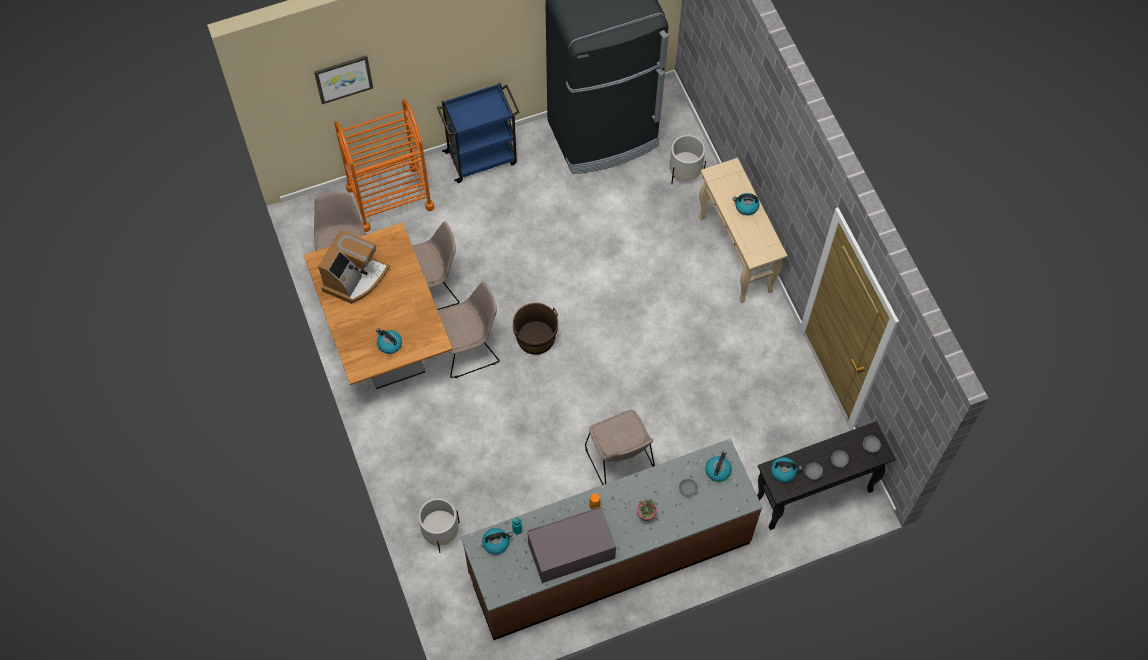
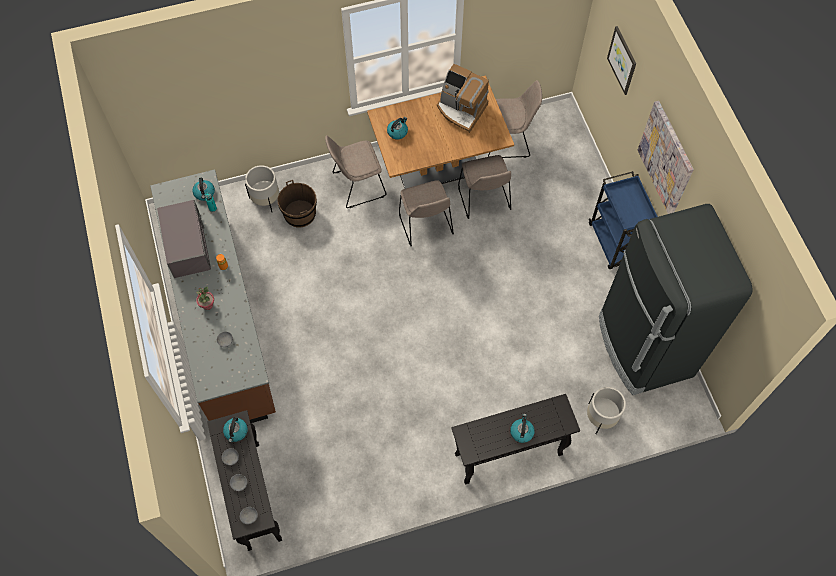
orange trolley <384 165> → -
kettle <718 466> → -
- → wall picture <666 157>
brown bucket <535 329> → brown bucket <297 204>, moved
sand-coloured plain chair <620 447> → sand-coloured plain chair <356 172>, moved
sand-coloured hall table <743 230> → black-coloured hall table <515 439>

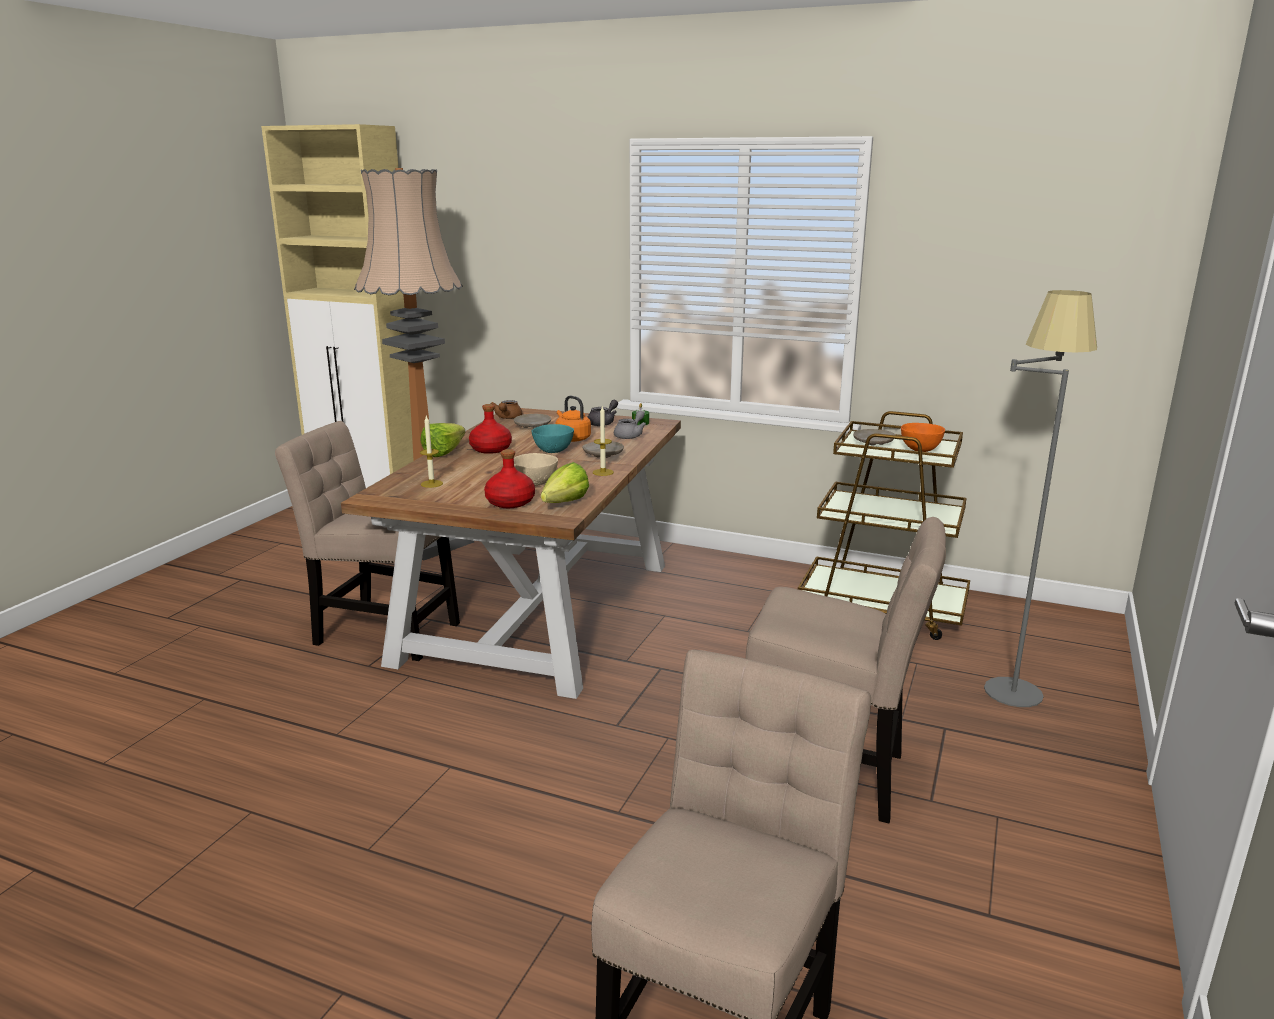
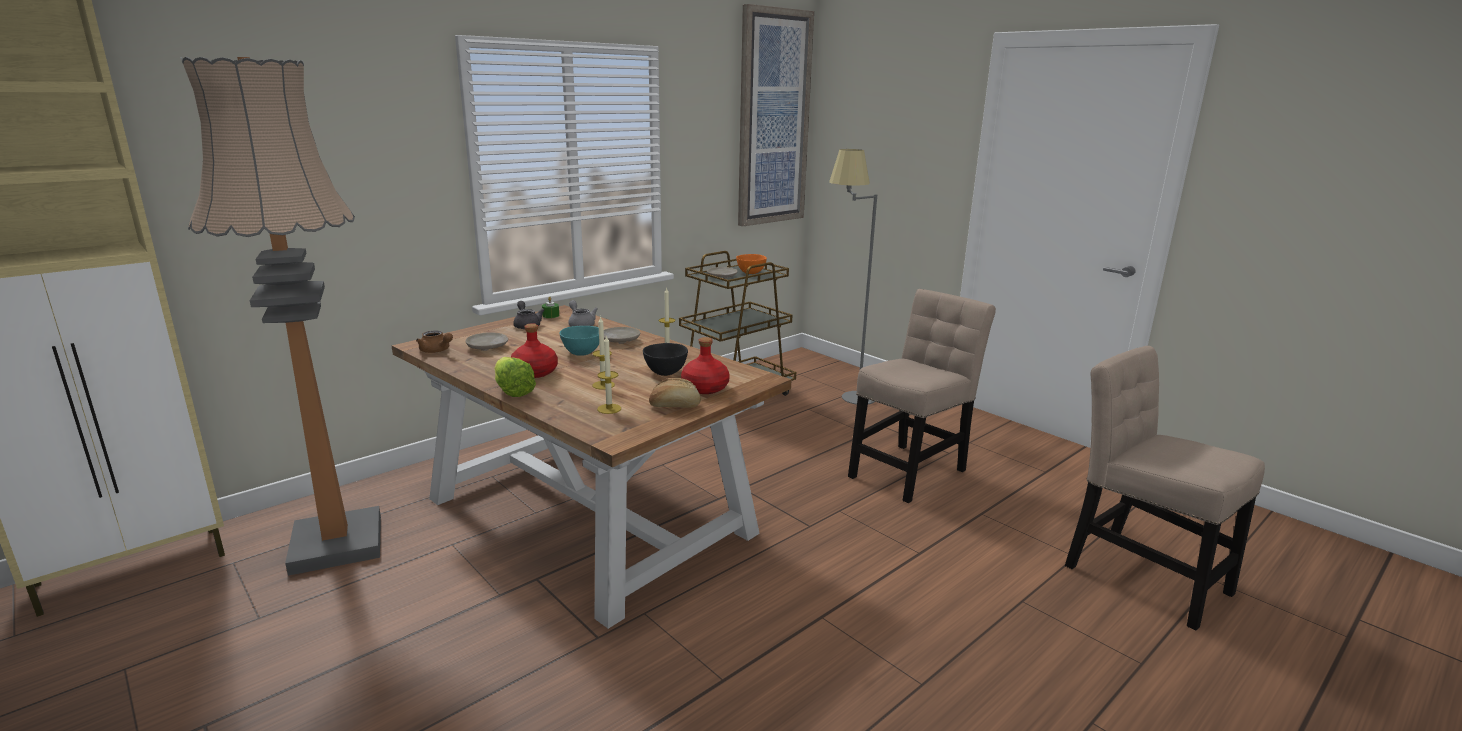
sand-coloured plain chair <367 541> → -
lettuce <565 482> → -
orange kettle <573 419> → -
- → wax light <603 353>
- → bakery bread <675 393>
- → wall picture <776 115>
sand-coloured deep dish <536 469> → black-coloured deep dish <665 359>

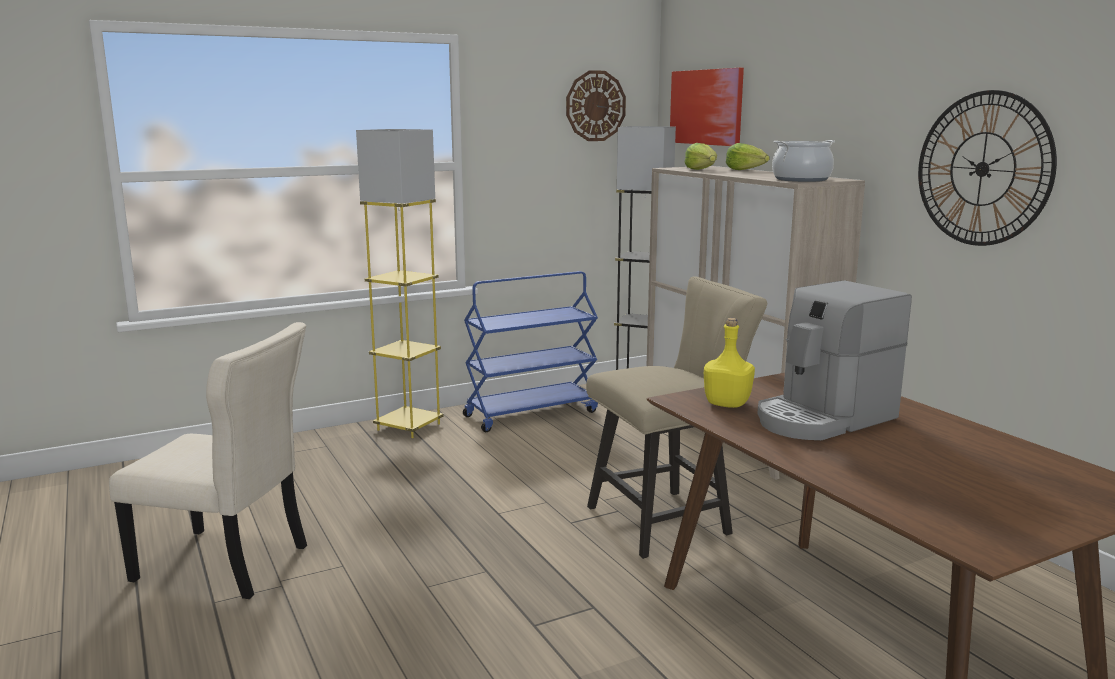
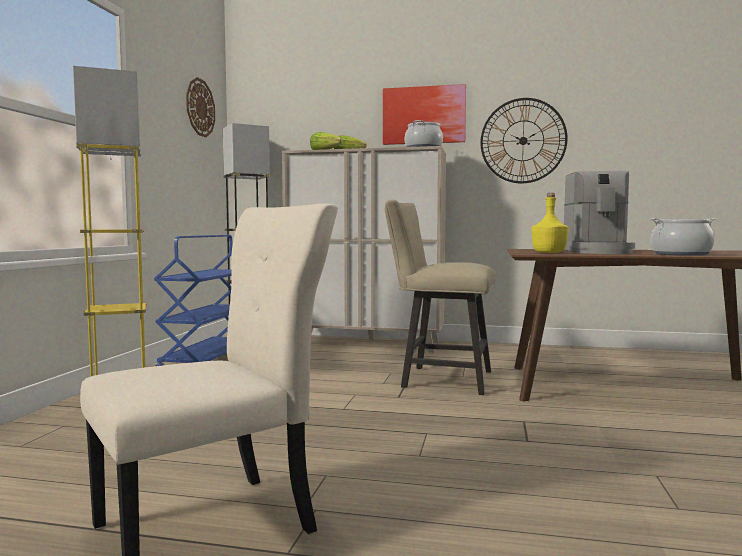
- → stockpot <683 237>
wall picture <707 107> → wall picture <424 114>, moved
sand-coloured plain chair <676 417> → sand-coloured plain chair <440 297>, 90 degrees counterclockwise

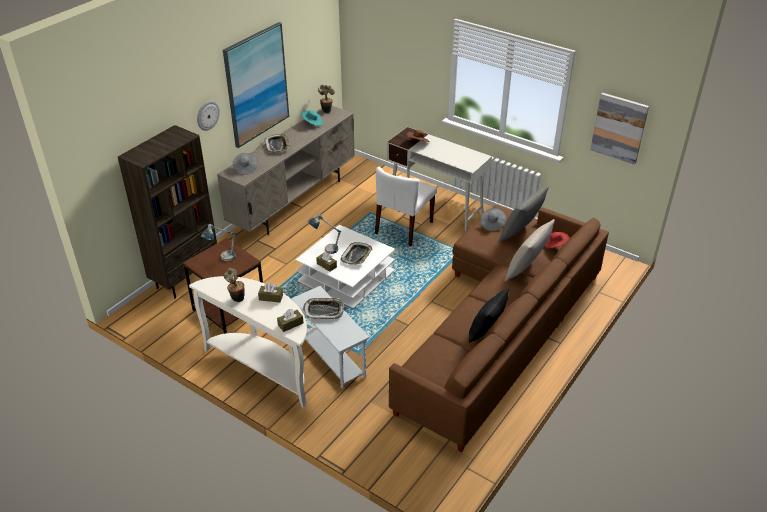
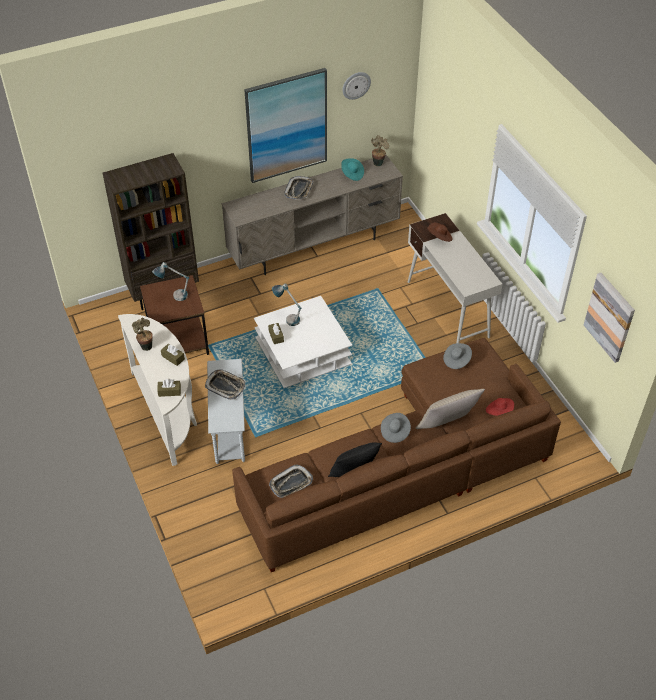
whitish plain chair <406 206> → -
grey cushion <523 214> → -
wall clock <208 116> → wall clock <357 86>, moved
grey hat <245 164> → grey hat <396 428>, moved
tray <356 253> → tray <291 481>, moved

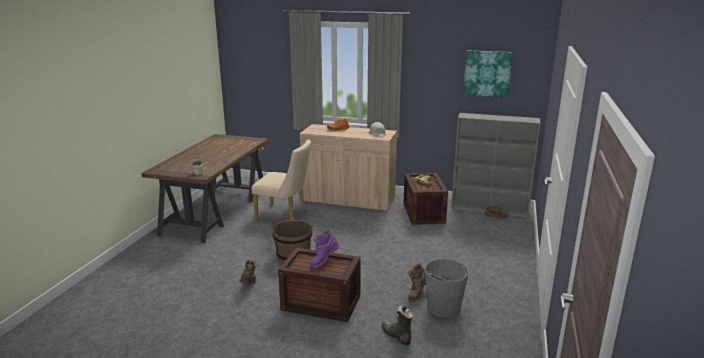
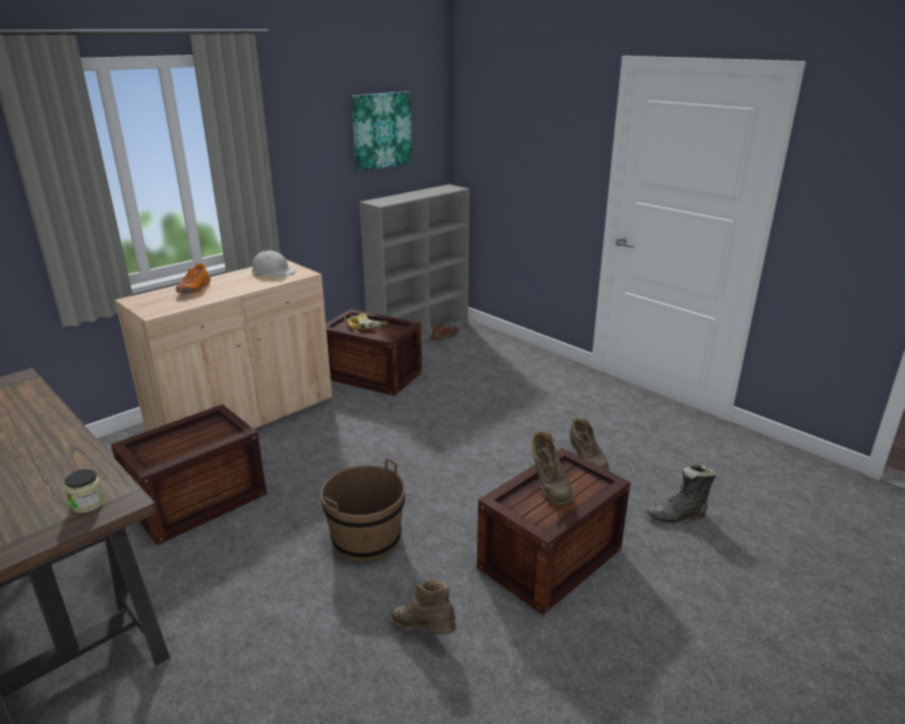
grey bucket <447 288> → -
sand-coloured plain chair <281 179> → shipping crate <189 474>
purplish tall boot <325 249> → brown tall boot <552 468>

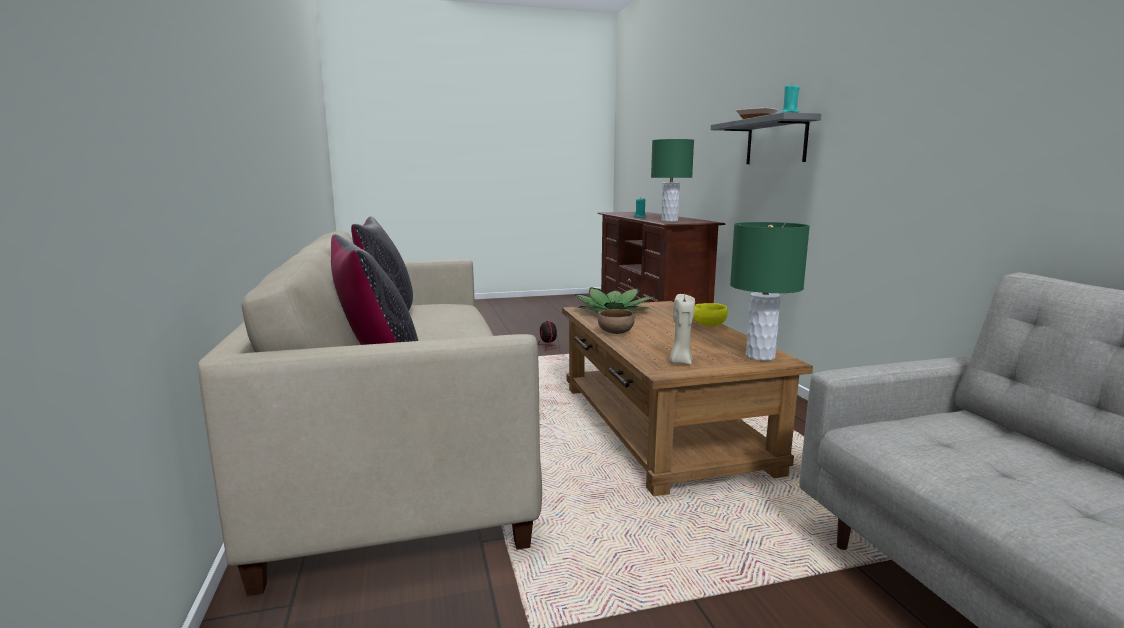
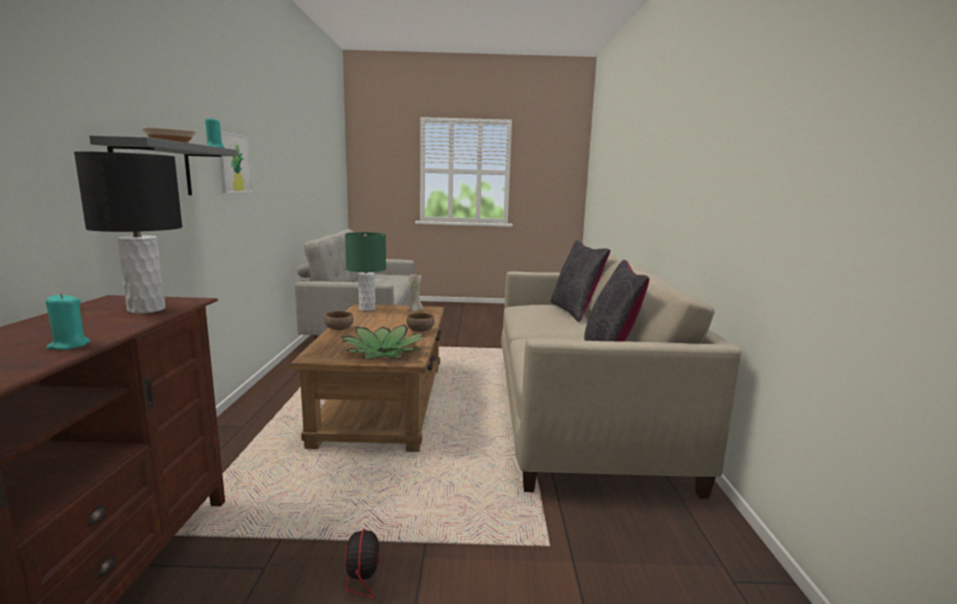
- → wall picture <236 162>
green tabletop lamp <672 180> → black-coloured tabletop lamp <128 232>
yellow deep dish <710 314> → brown deep dish <339 320>

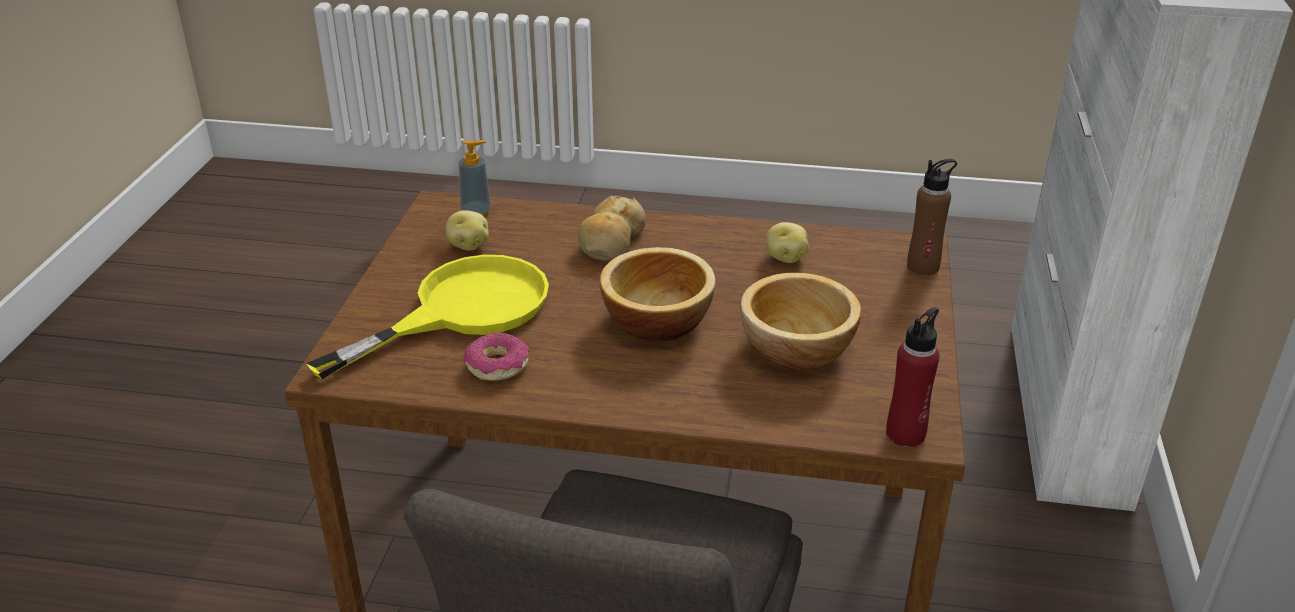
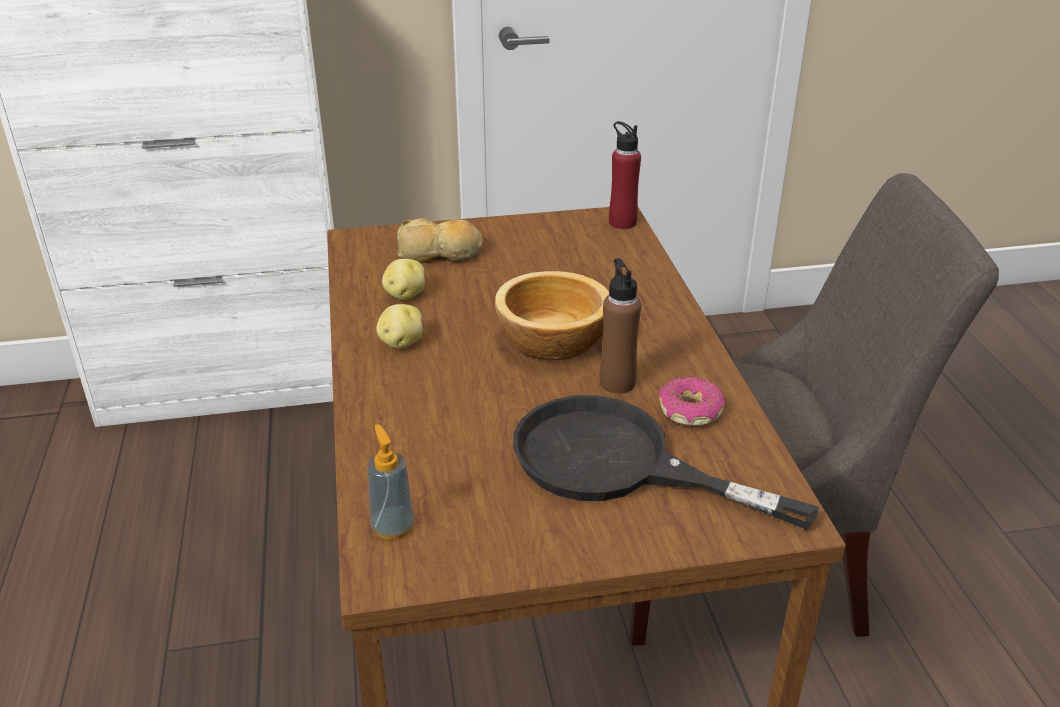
deep dish <800 322> → -
spud <467 230> → spud <399 326>, moved
bakery bread <612 228> → bakery bread <440 240>, moved
brown beverage bottle <932 217> → brown beverage bottle <620 326>, moved
yellow skillet <427 317> → black-coloured skillet <666 462>

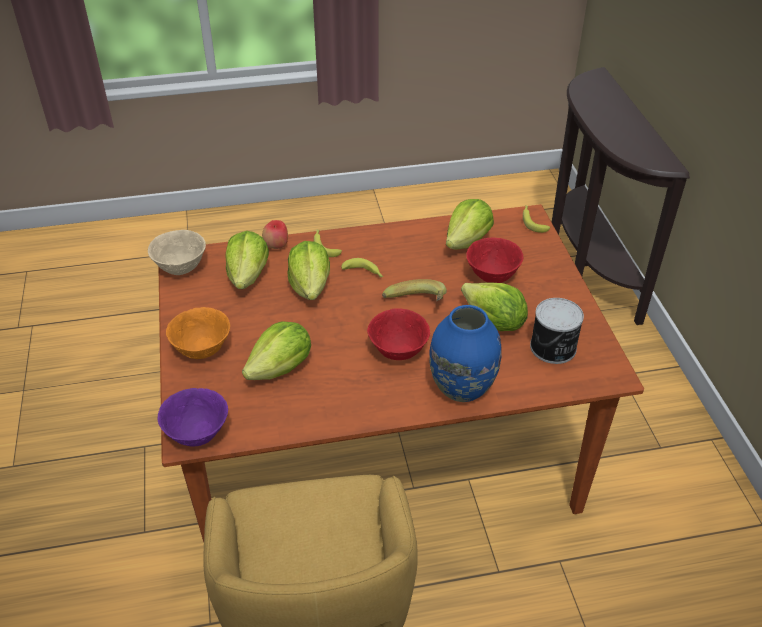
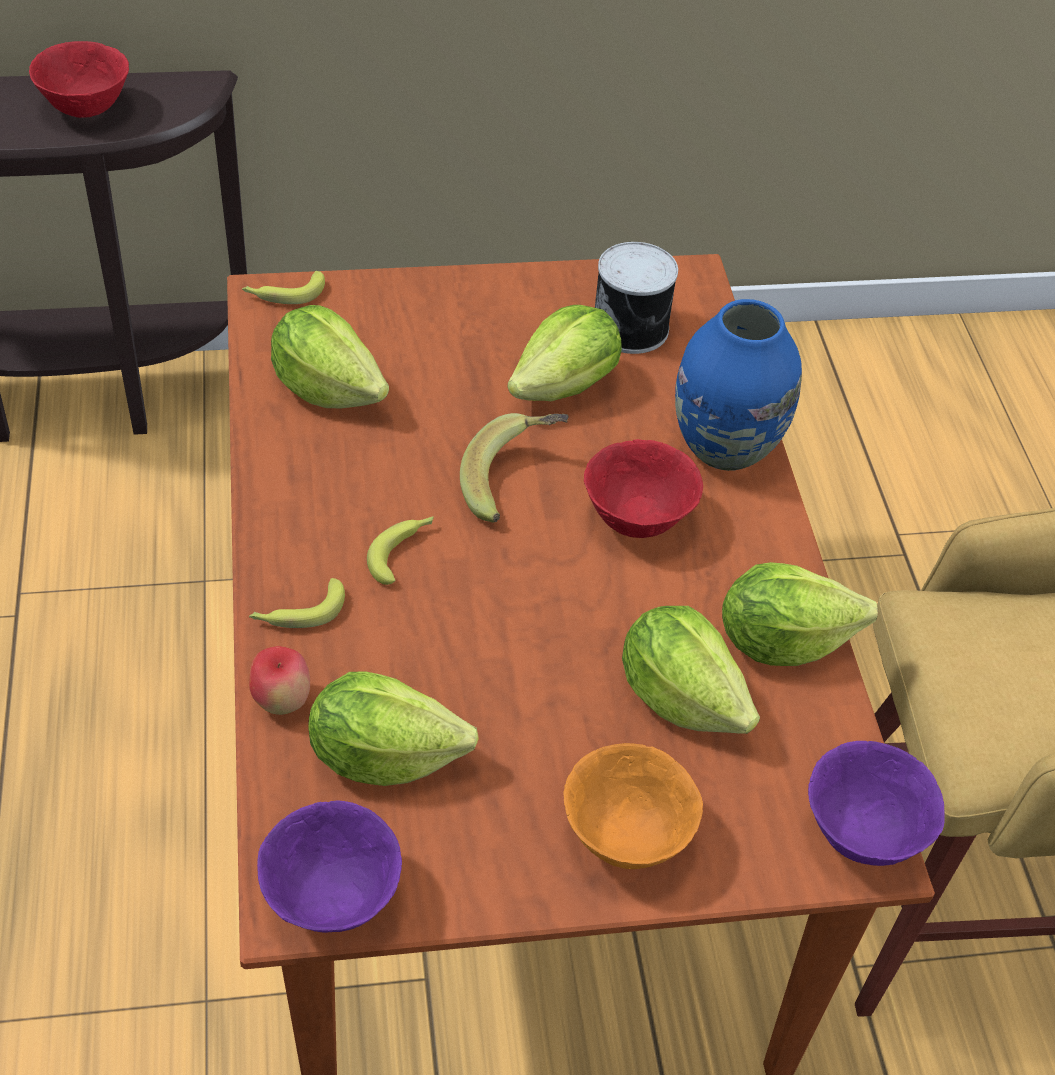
lettuce <309 270> → lettuce <800 614>, moved
reddish deep dish <494 260> → reddish deep dish <79 79>, moved
sand-coloured deep dish <177 252> → purplish deep dish <329 866>

